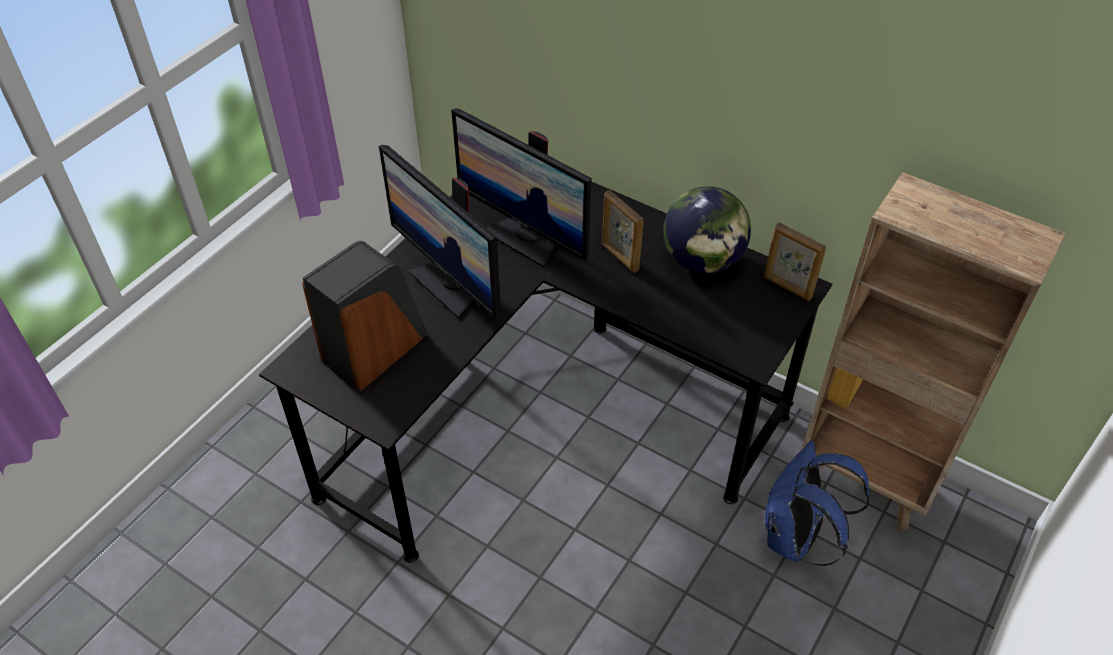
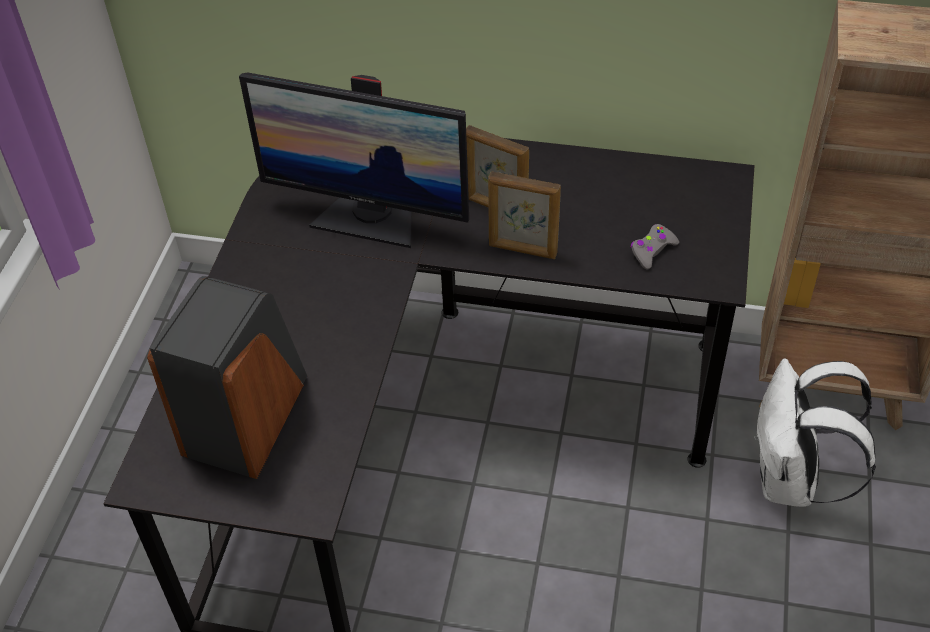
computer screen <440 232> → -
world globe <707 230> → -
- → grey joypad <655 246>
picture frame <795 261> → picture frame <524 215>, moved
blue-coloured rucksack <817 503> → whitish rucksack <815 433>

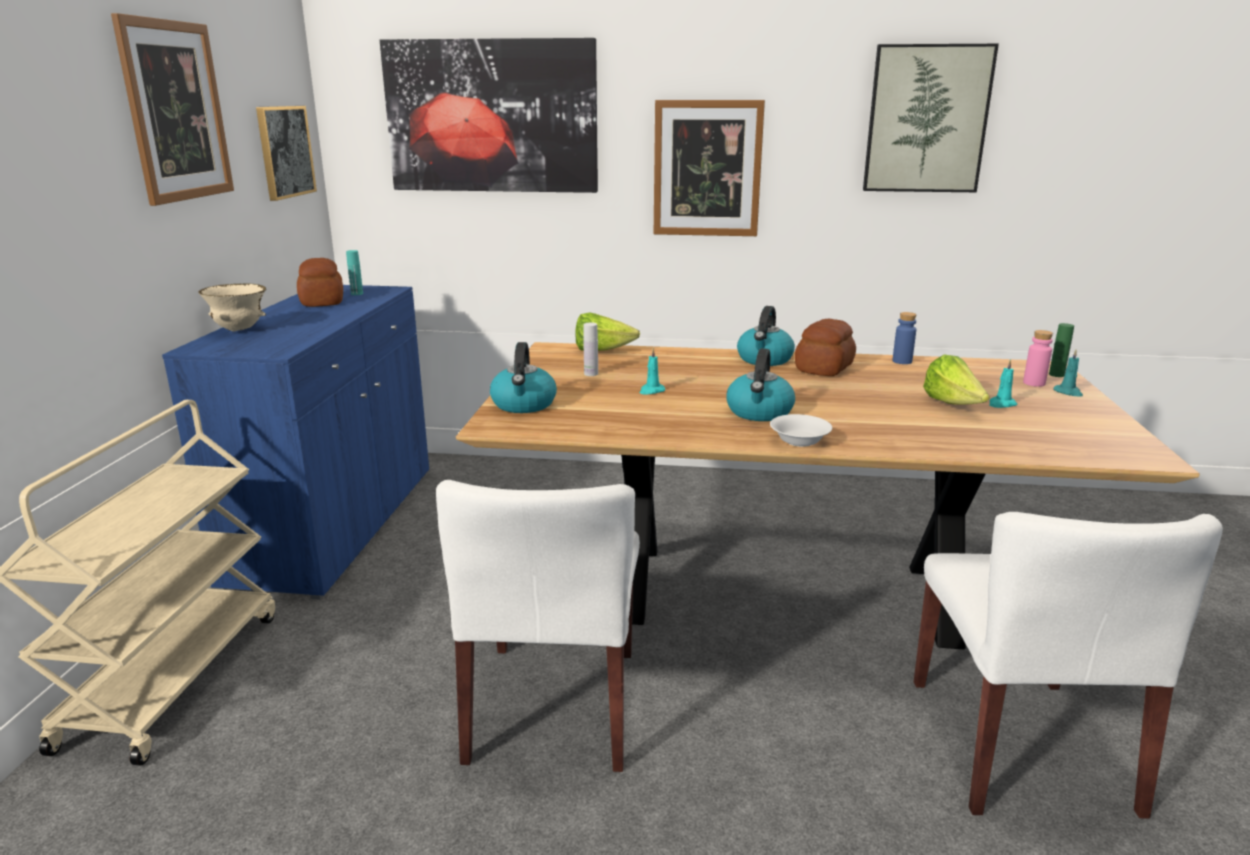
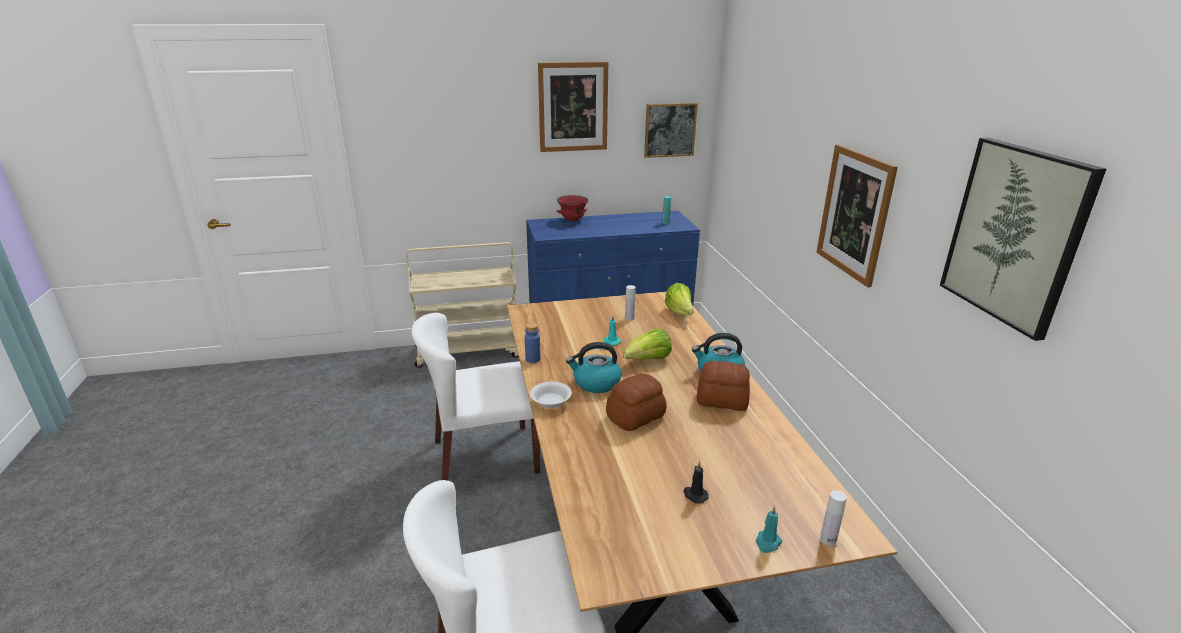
wall picture <489 115> → -
kettle <523 377> → -
pinkish beverage bottle <1038 358> → -
bakery bread <320 282> → bakery bread <636 402>, moved
blue-coloured beverage bottle <904 338> → blue-coloured beverage bottle <533 342>, moved
lettuce <956 380> → lettuce <647 344>, moved
sand-coloured deep dish <232 307> → reddish deep dish <573 208>
blue-green wax light <1003 383> → black-coloured wax light <696 482>
green beverage bottle <1061 350> → whitish beverage bottle <833 518>

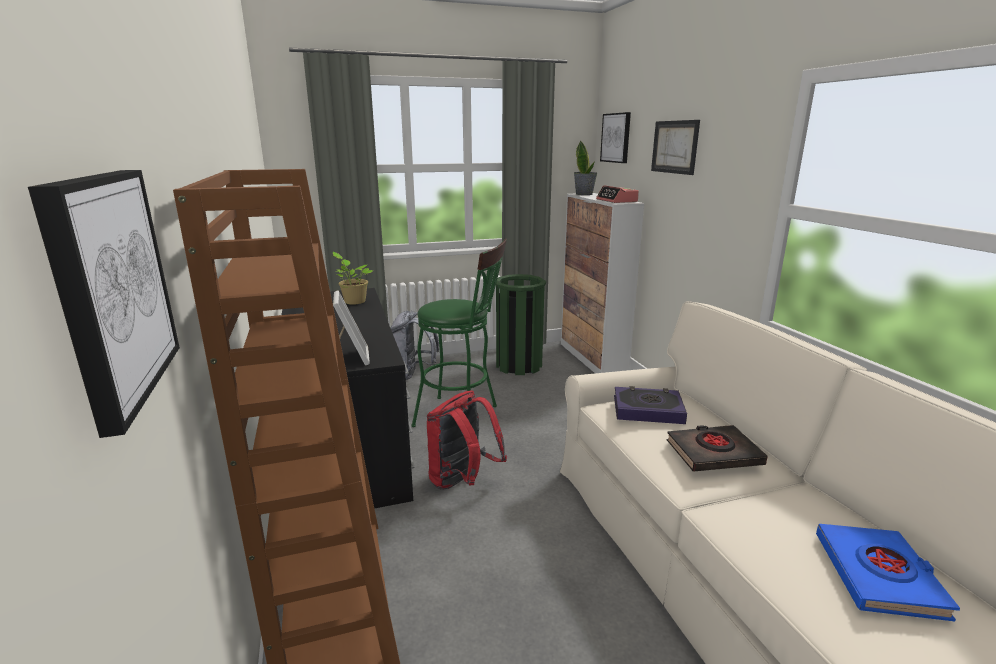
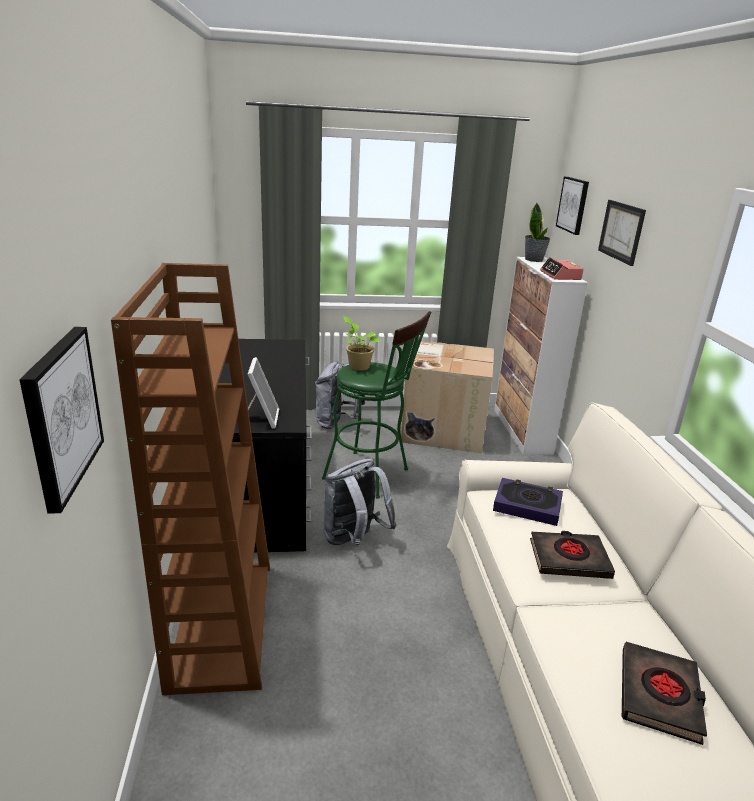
houseplant <353 278> → houseplant <362 343>, moved
green waste bin <521 324> → packing box <447 397>
reddish rucksack <467 440> → grey rucksack <360 503>
blue-coloured book <888 572> → black-coloured book <664 693>

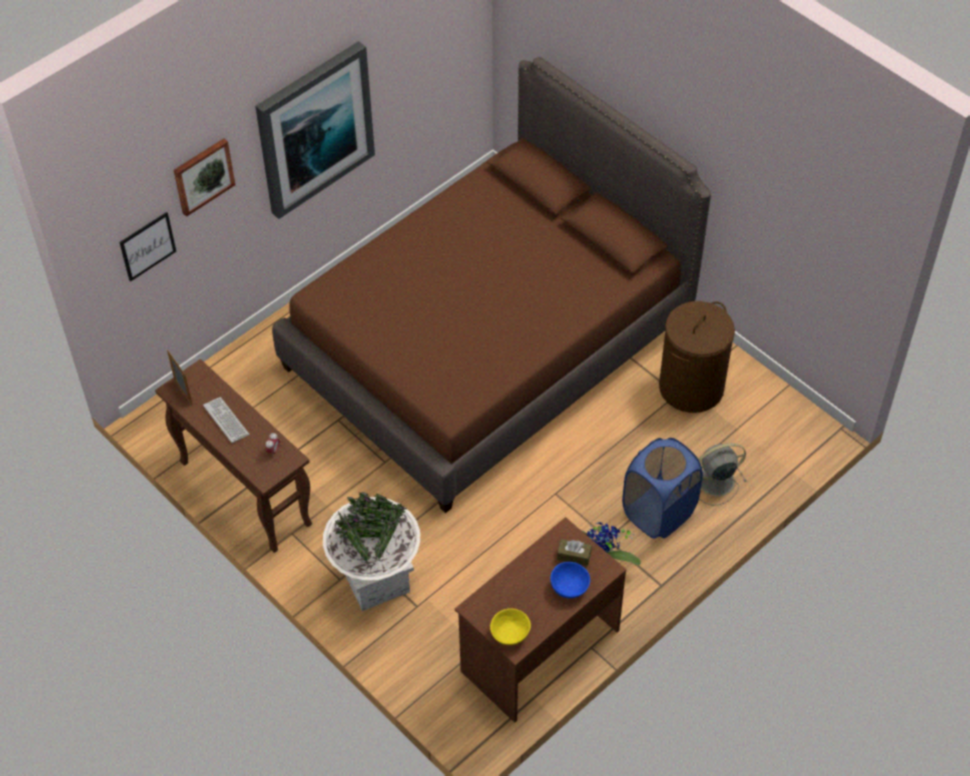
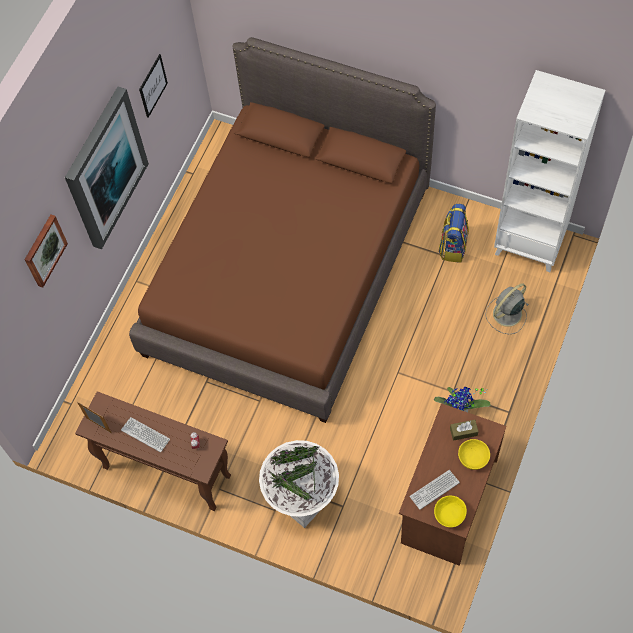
blue-coloured laundry basket <662 488> → -
- → PC keyboard <434 490>
- → whitish bookshelf <549 171>
wall picture <147 247> → wall picture <153 86>, moved
brown laundry basket <697 357> → rucksack <454 233>
blue-coloured deep dish <570 580> → yellow deep dish <474 454>

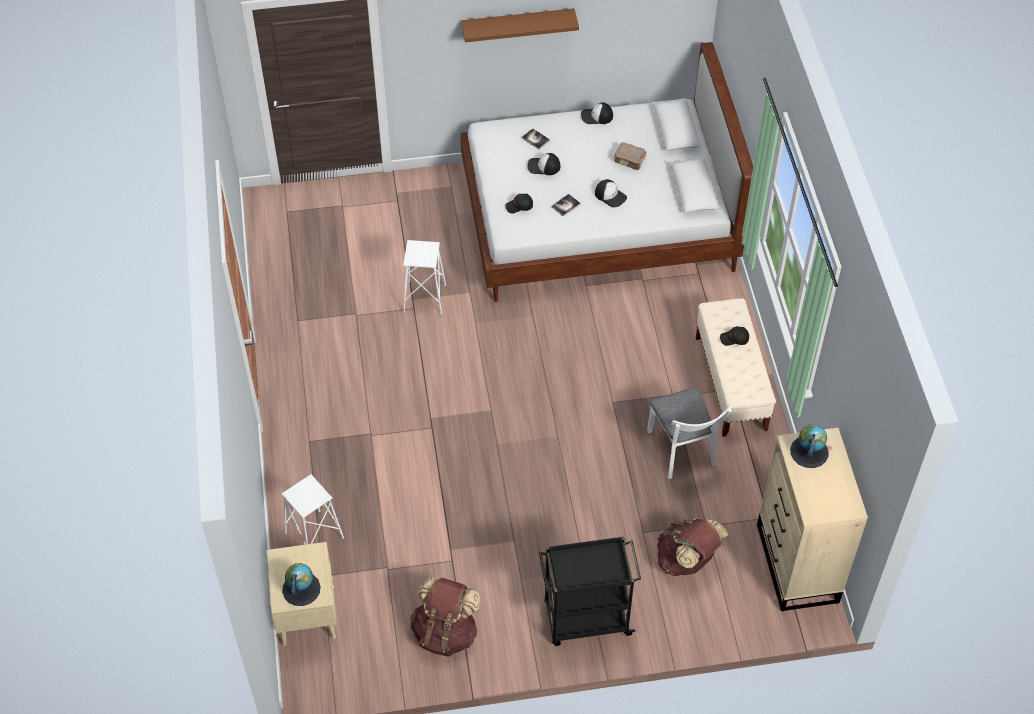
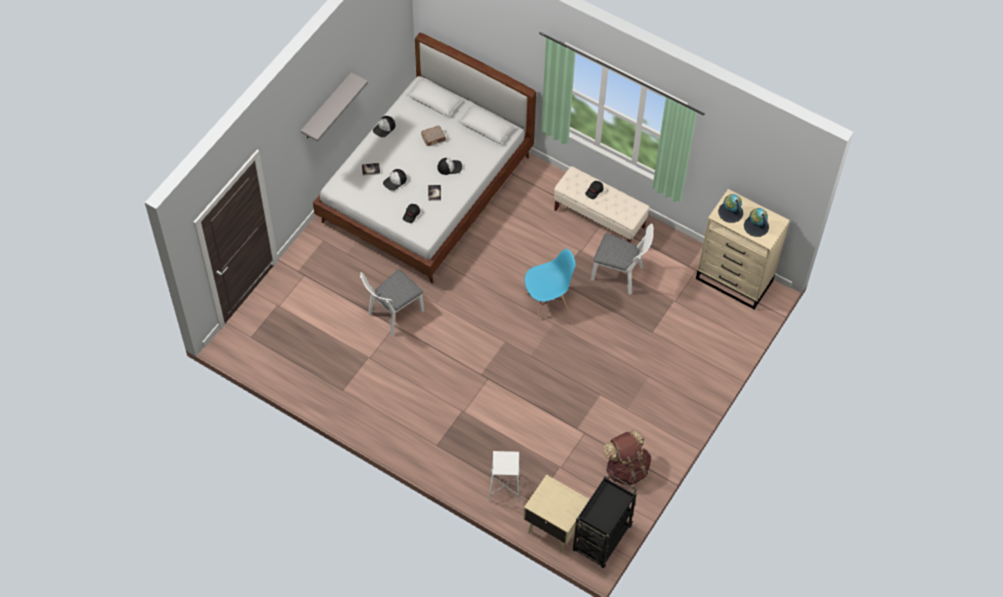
brown rucksack <693 547> → -
- → blue-coloured plain chair <550 285>
world globe <301 584> → world globe <756 222>, moved
black-coloured trolley <590 591> → black-coloured trolley <605 521>, moved
whitish stool <424 277> → whitish plain chair <392 302>
brown bracket shelf <520 25> → grey bracket shelf <334 107>

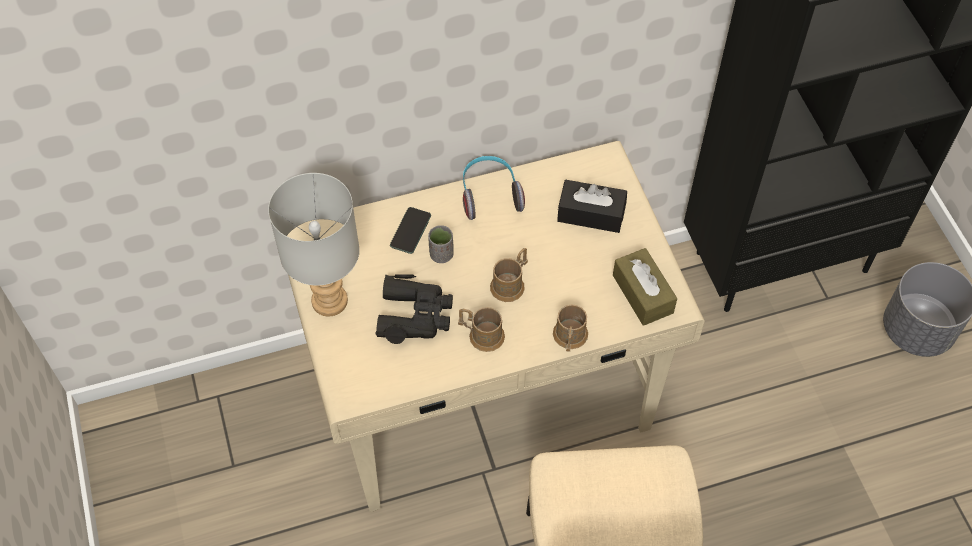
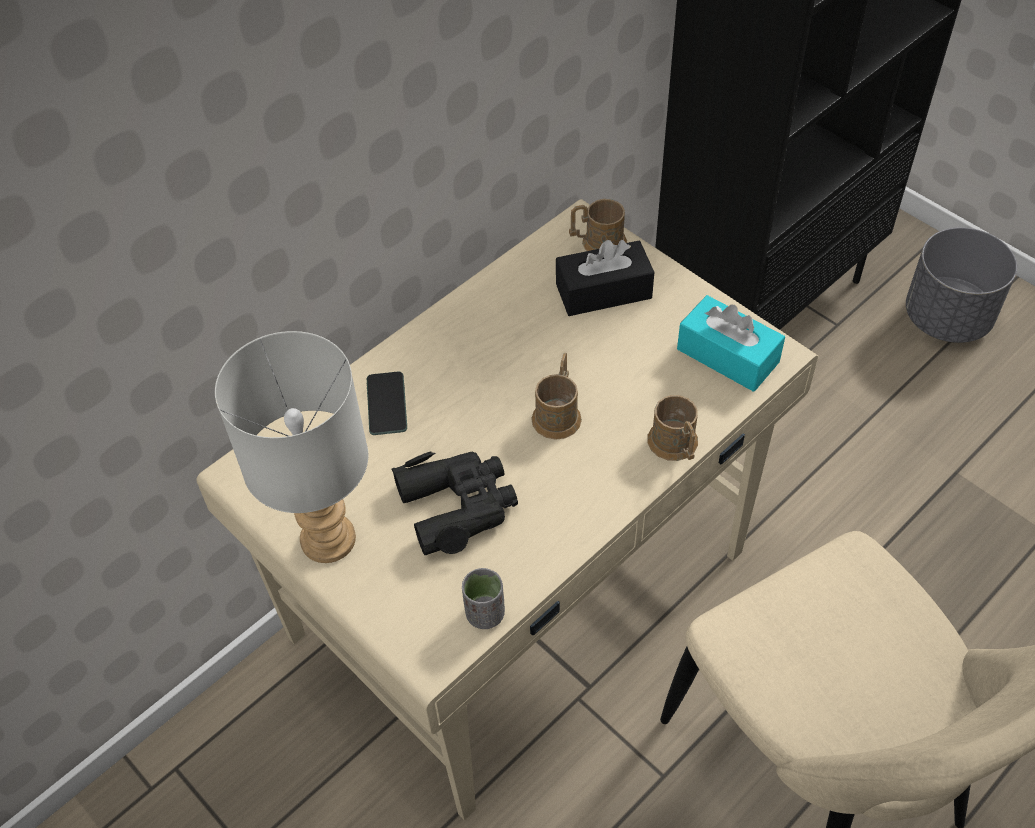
pair of headphones <494 188> → -
grey drinking cup <441 244> → grey drinking cup <483 598>, moved
brown mug <481 329> → brown mug <598 225>, moved
brown tissue box <645 287> → blue-green tissue box <731 343>

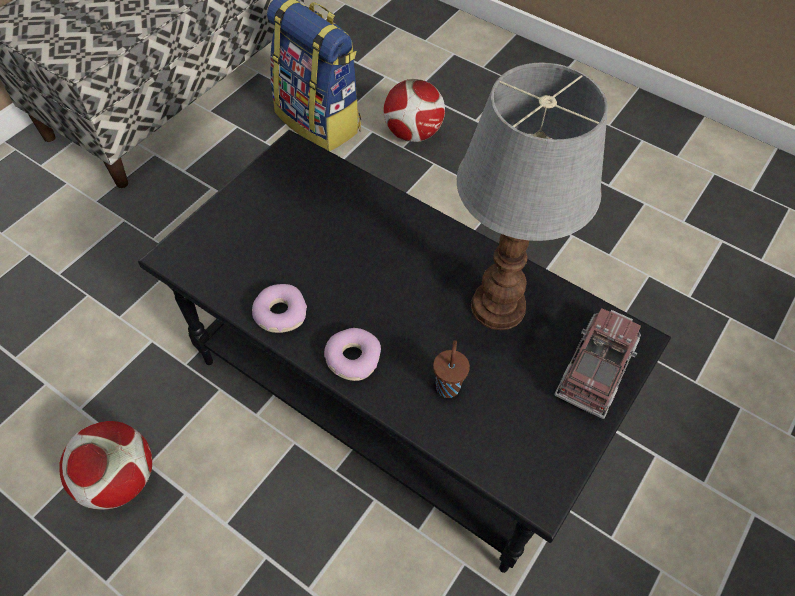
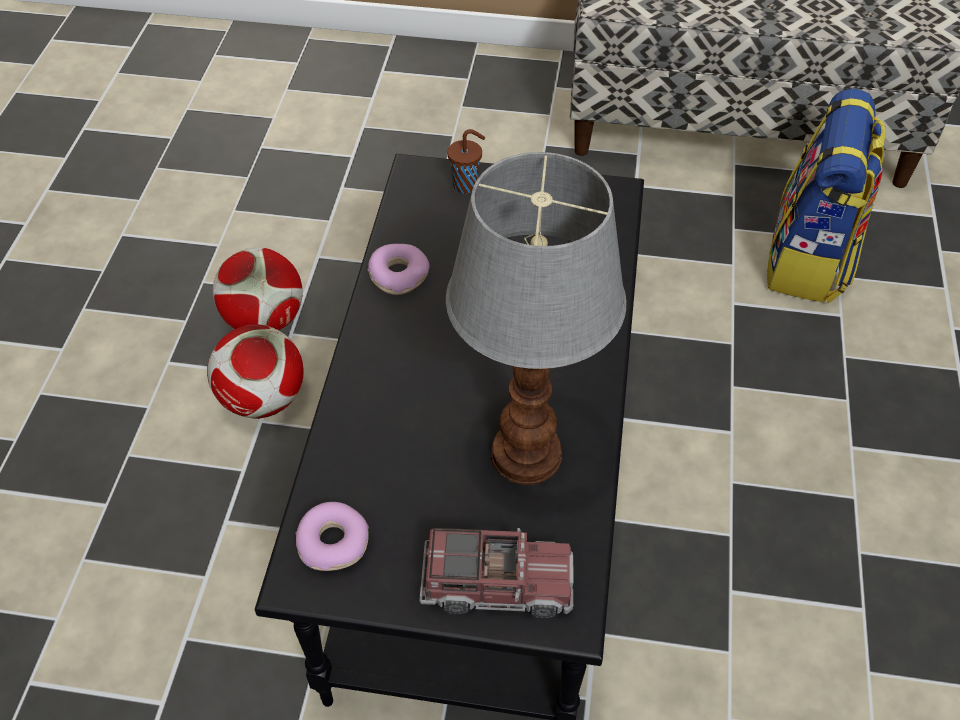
donut <352 354> → donut <332 536>, moved
football ball <414 110> → football ball <255 371>, moved
brown drinking cup <451 369> → brown drinking cup <466 161>, moved

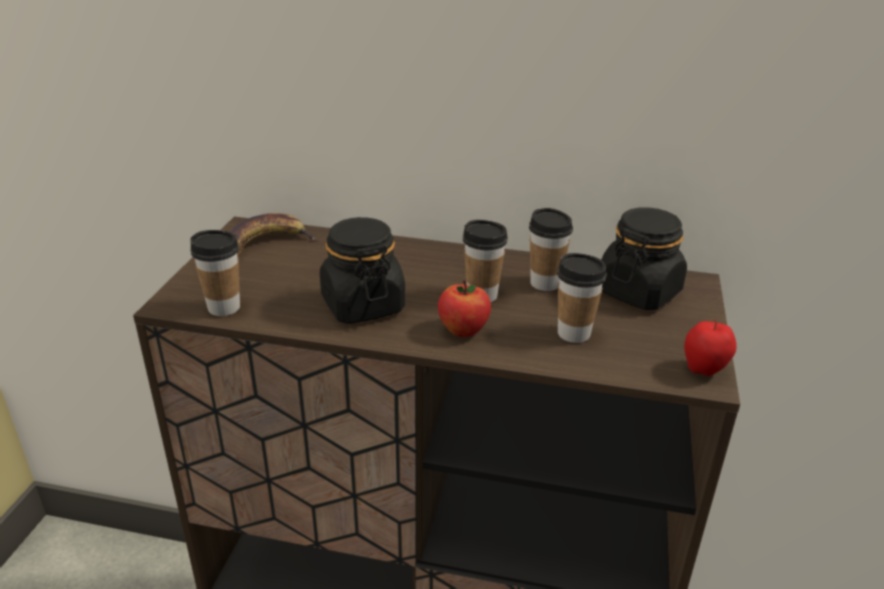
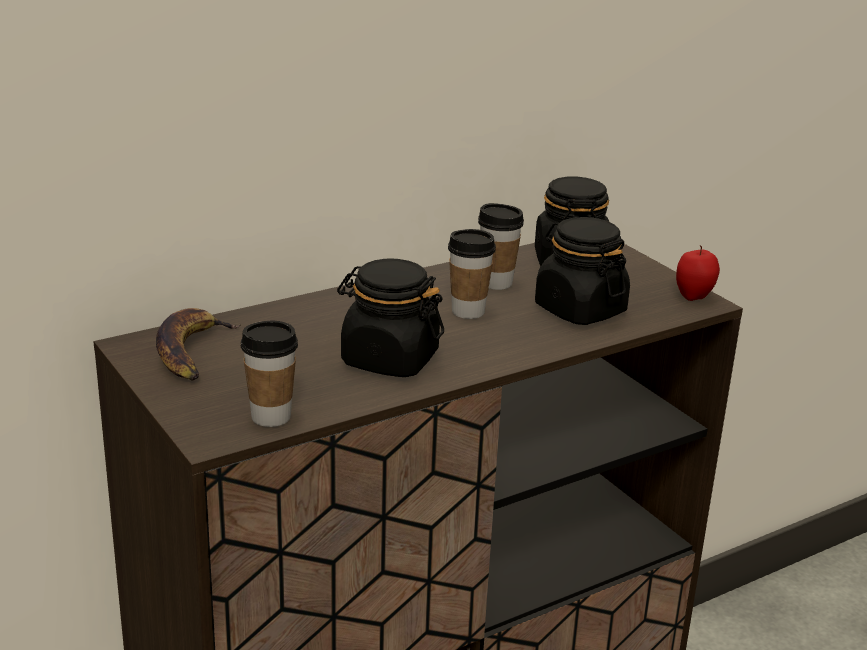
apple fruit <464 308> → -
drinking cup <582 298> → black-coloured jar <582 271>

